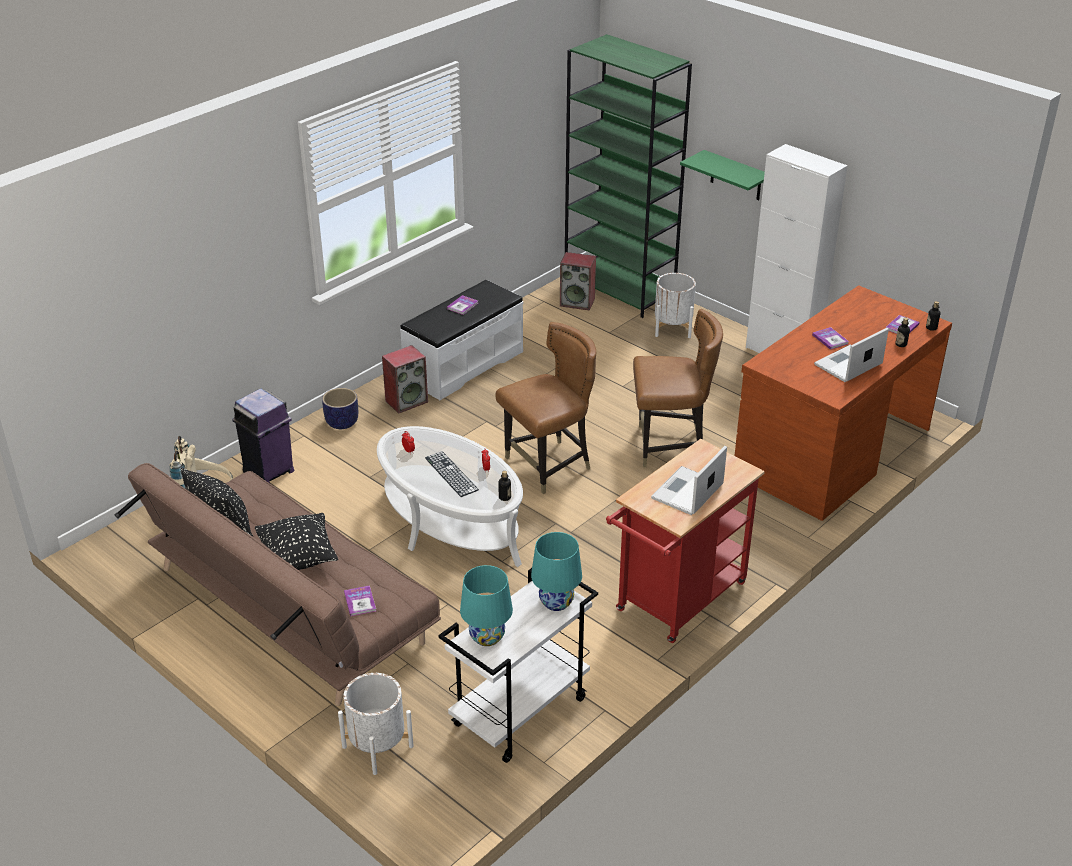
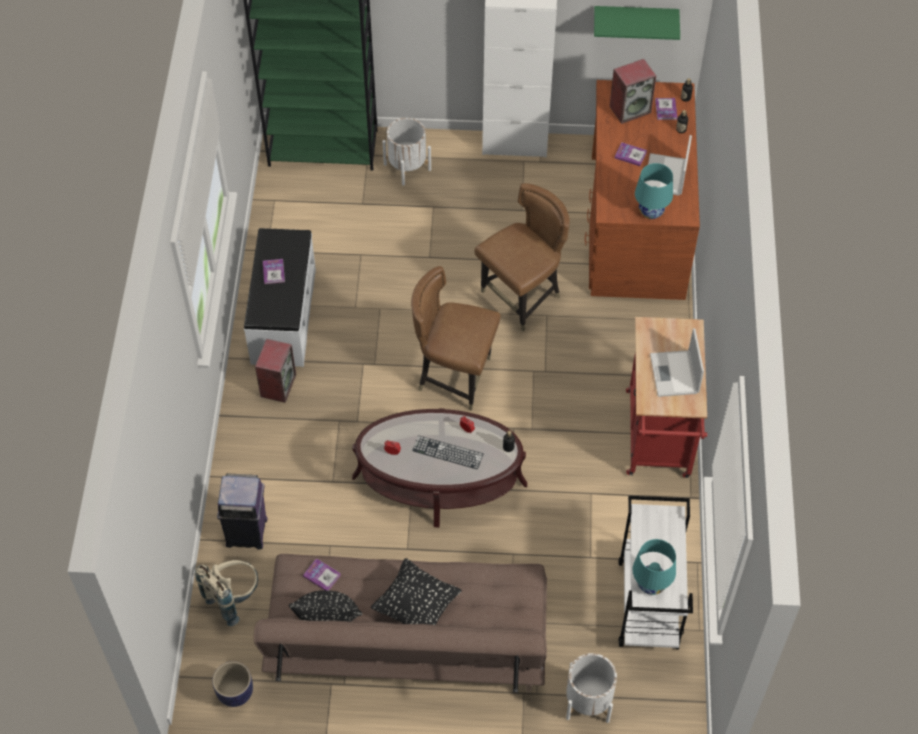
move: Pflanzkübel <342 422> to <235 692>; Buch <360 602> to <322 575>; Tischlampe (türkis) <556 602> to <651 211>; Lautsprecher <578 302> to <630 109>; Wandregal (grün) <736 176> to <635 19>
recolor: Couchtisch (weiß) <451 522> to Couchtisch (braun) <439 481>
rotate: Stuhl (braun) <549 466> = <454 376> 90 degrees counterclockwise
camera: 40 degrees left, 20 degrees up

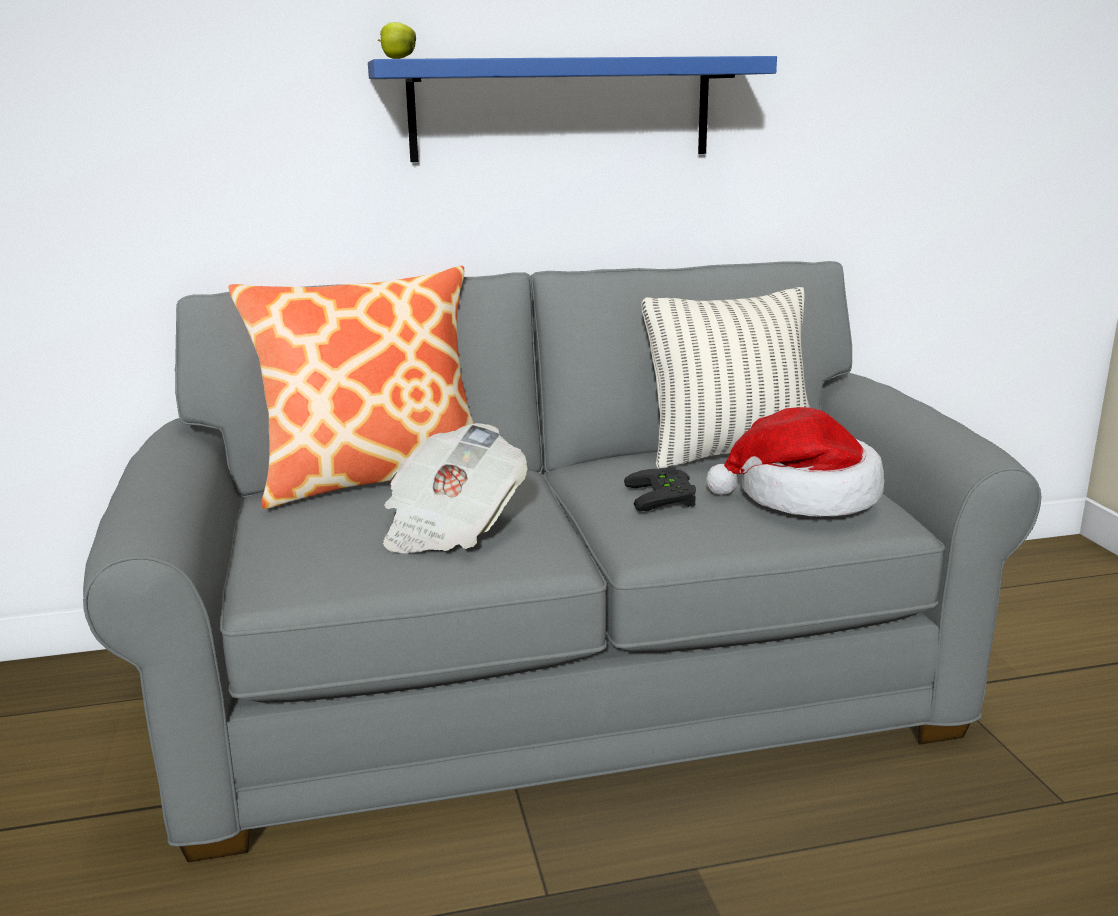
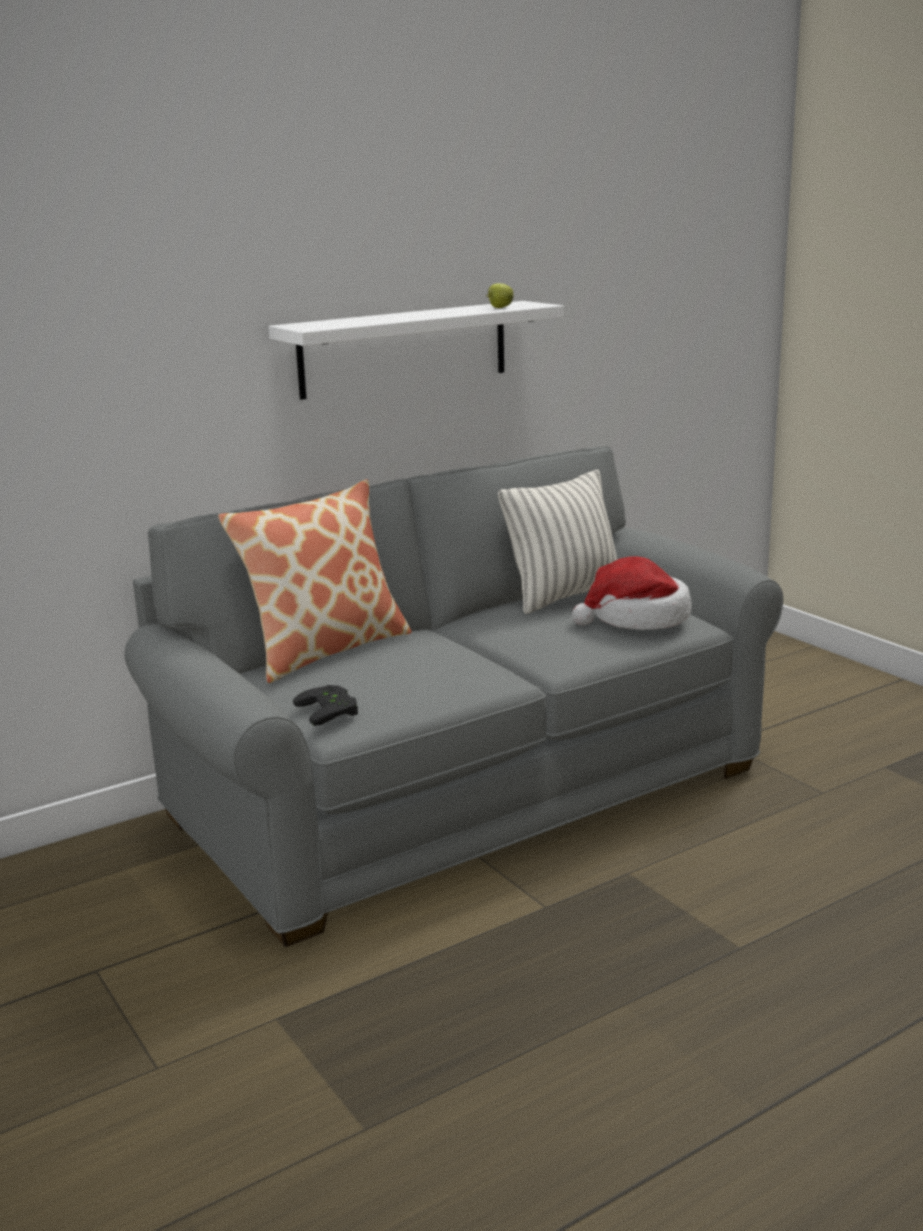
delete: Zeitung <450 527>
move: Apfel <397 58> to <499 308>; Gamepad (schwarz) <666 496> to <331 709>
recolor: Wandregal (blau) <561 109> to Wandregal (weiß) <404 349>
camera: 20 degrees left, 0 degrees up

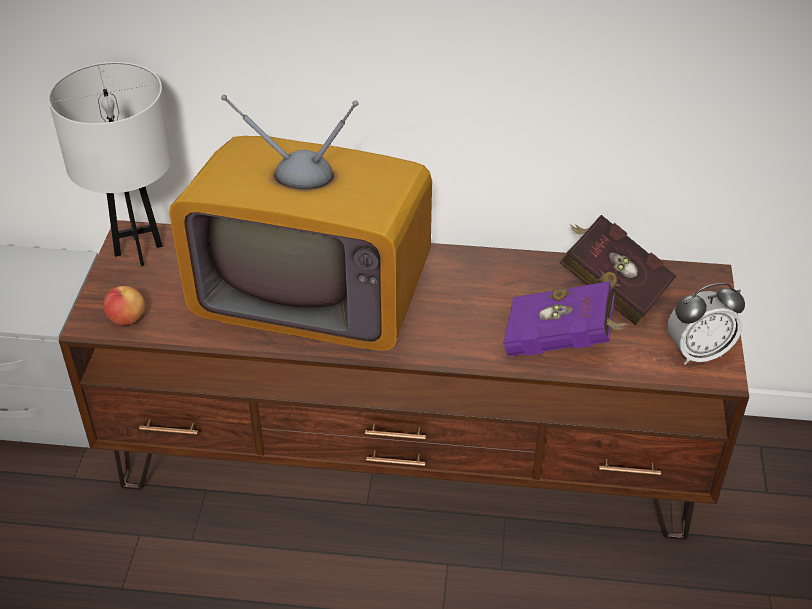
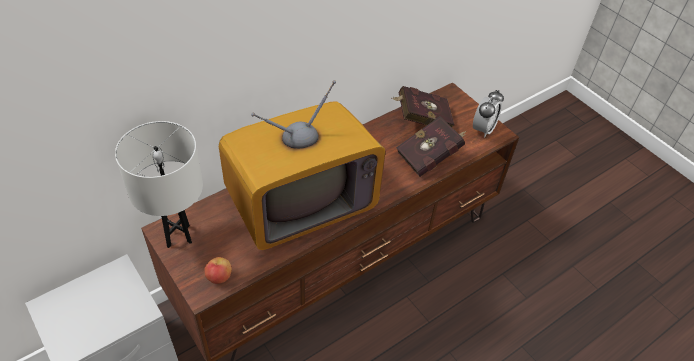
recolor: Buch (lila) <562 342> to Buch (rot) <430 157>
camera: 45 degrees left, 5 degrees up

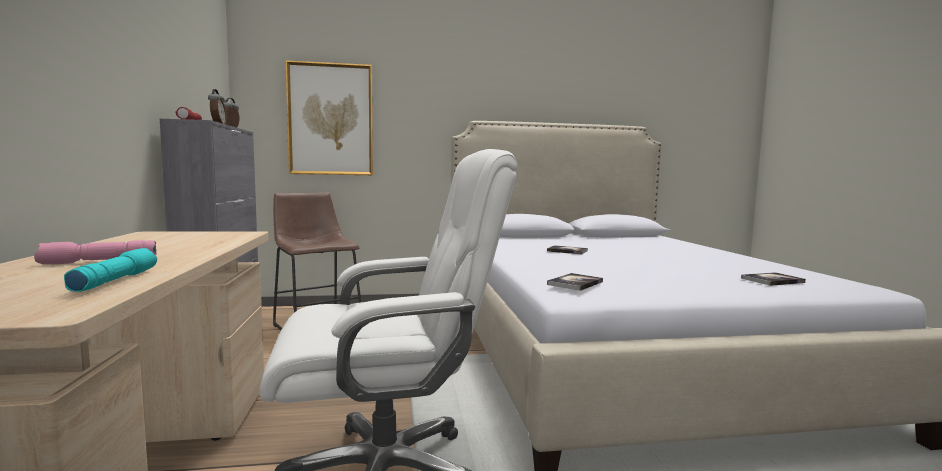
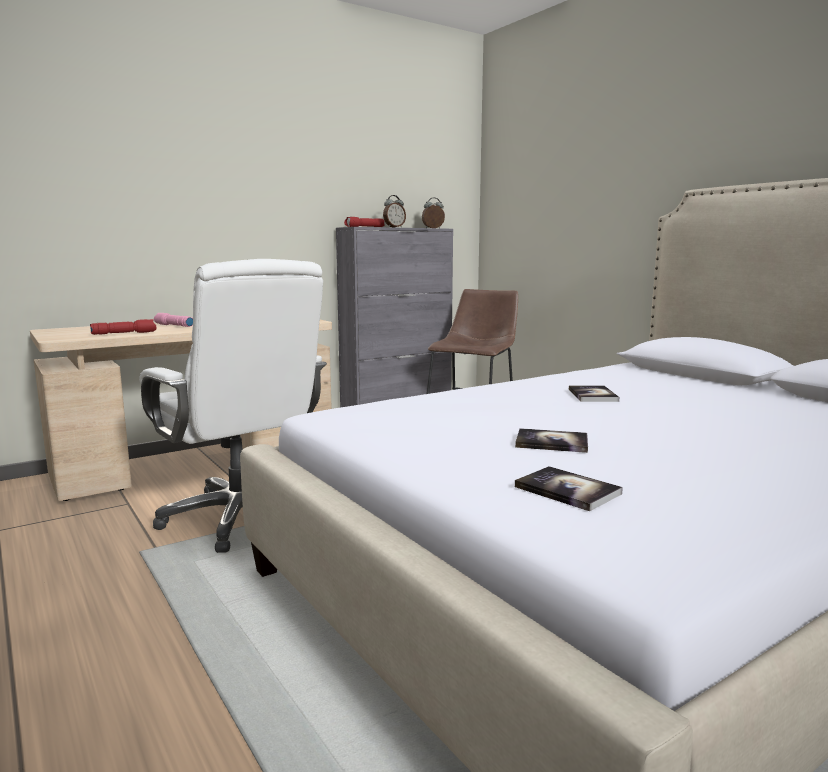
delete: Bild <330 120>
move: Buch <575 283> to <551 442>
recolor: Taschenlampe (türkis) <114 280> to Taschenlampe (rot) <124 333>
camera: 65 degrees right, 5 degrees up

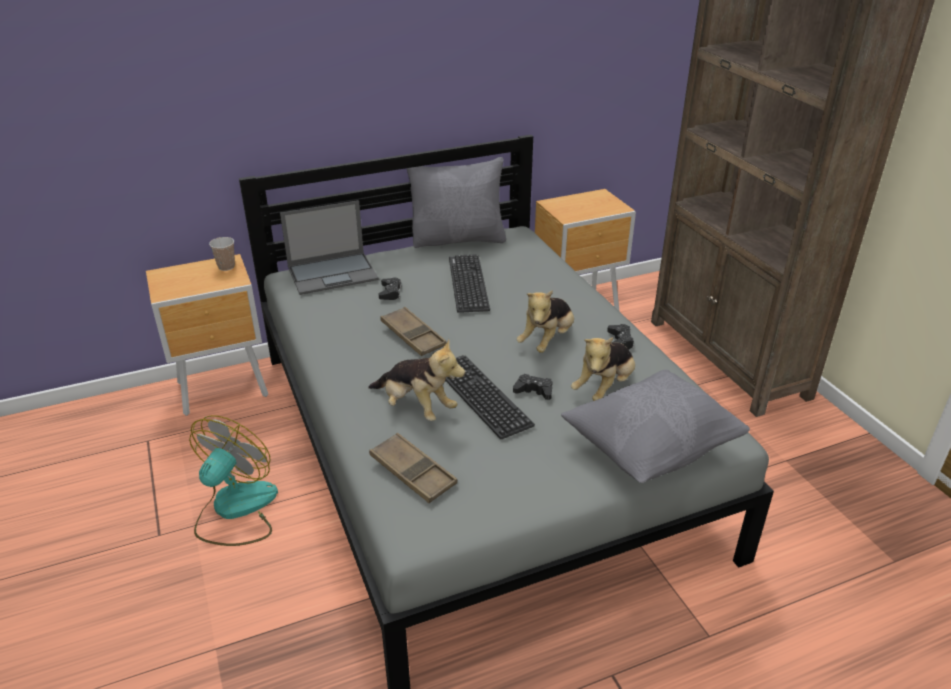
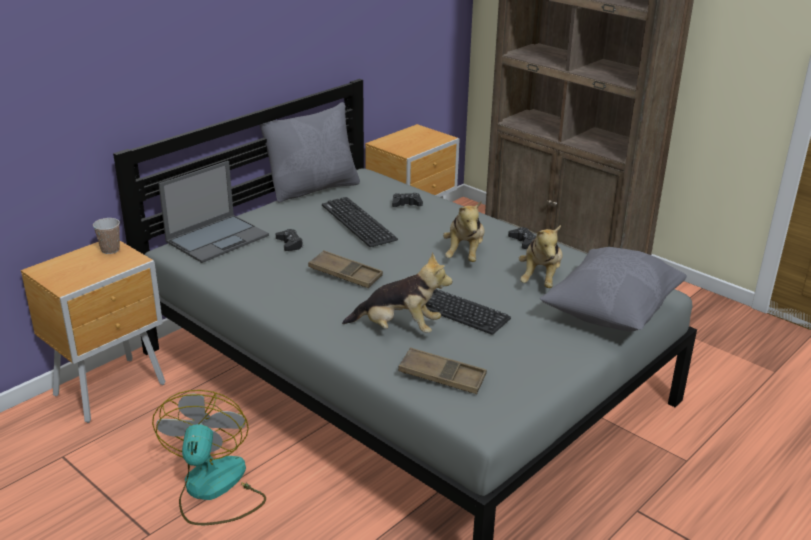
move: Gamepad (schwarz) <534 391> to <406 204>
camera: 25 degrees left, 5 degrees down

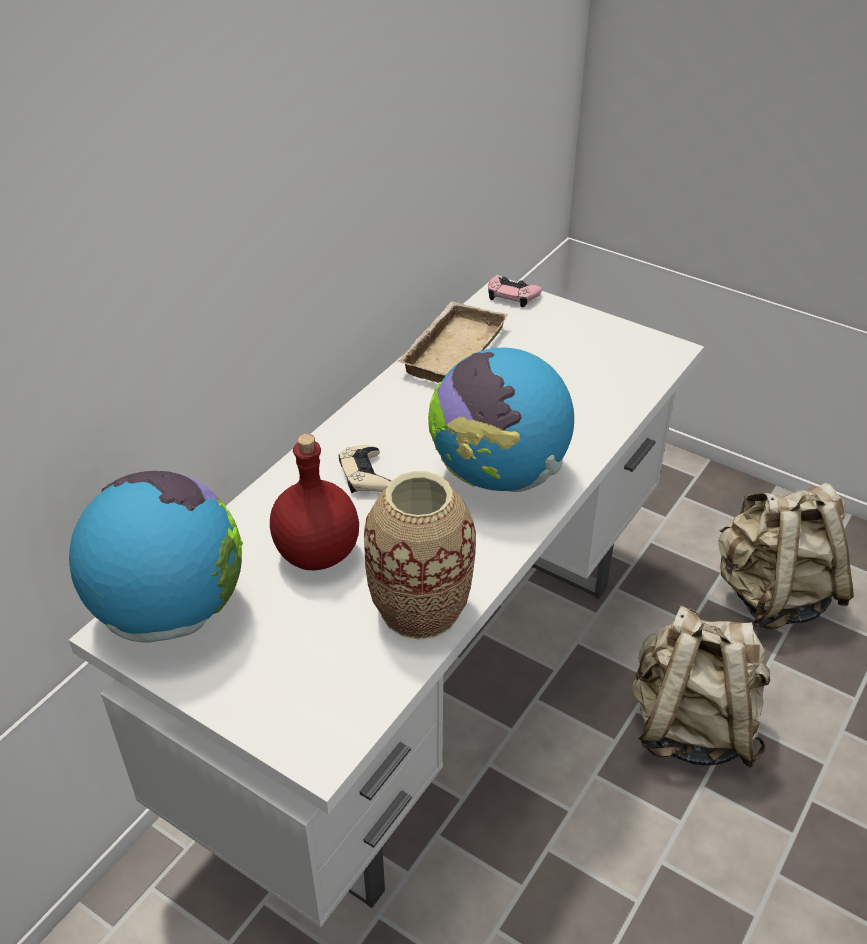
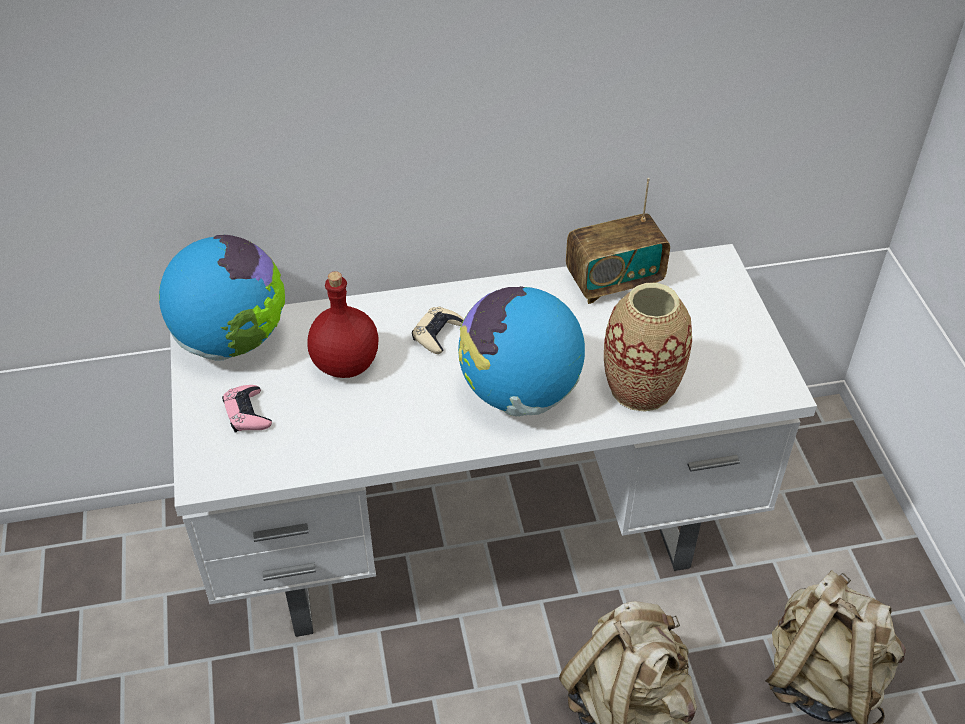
move: Vase <420 609> to <640 388>; Gamepad (rosa) <512 295> to <247 413>
replace: Tablett (beige) <451 349> to Radio <614 282>
camera: 45 degrees right, 5 degrees up

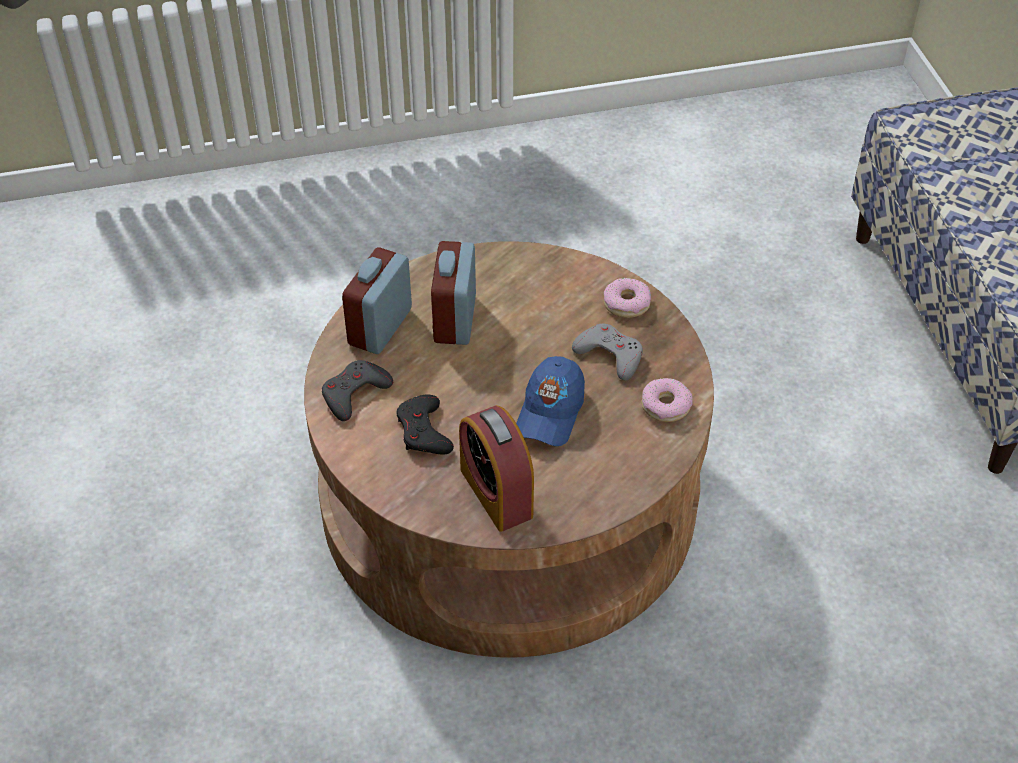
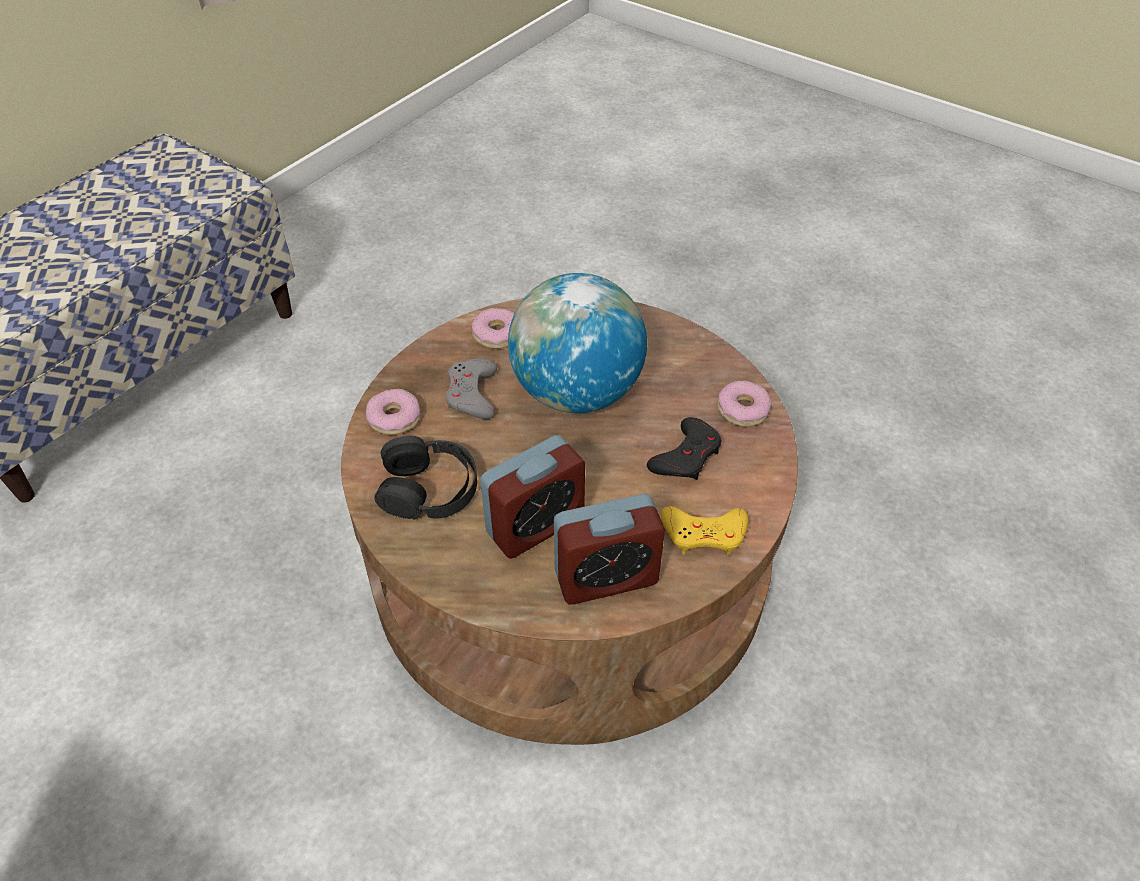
delete: Wecker <496 493>
insert: Kopfhörer (schwarz) <429 488>; Donut <742 409>
replace: Kappe (blau) <550 412> to Globus <576 393>
recolor: Gamepad (grau) <354 393> to Gamepad (gelb) <704 534>
camera: 130 degrees left, 0 degrees up

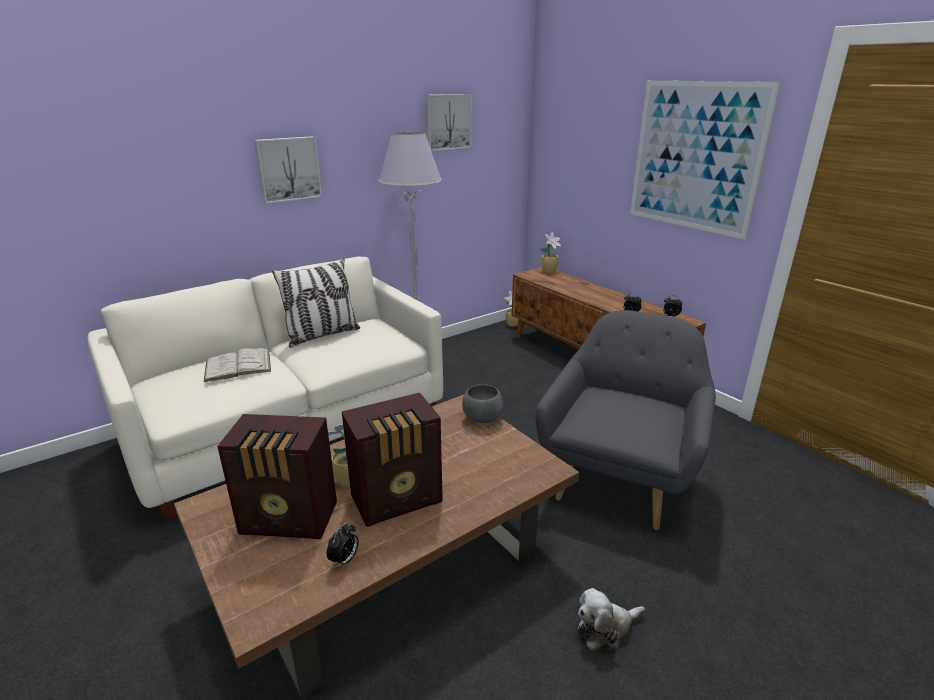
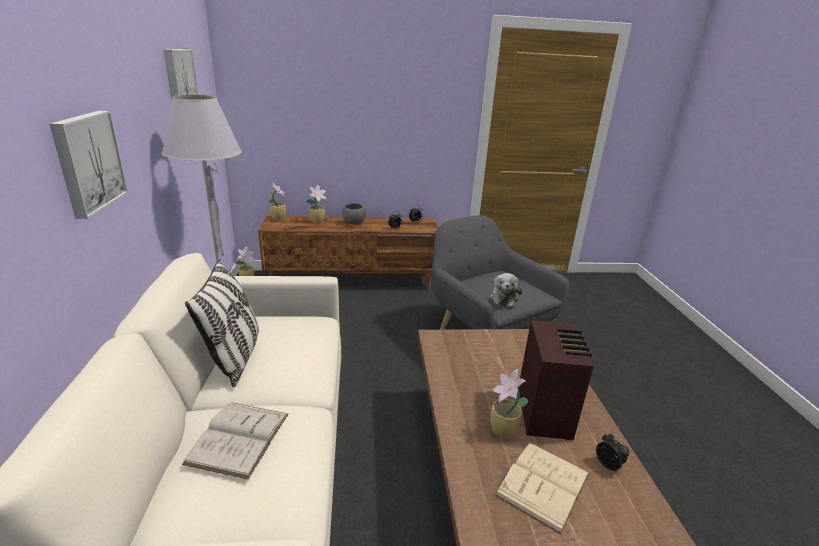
delete: Bild <695 157>
insert: Topfpflanze <318 221>
move: Schüssel (grau) <482 418> to <353 223>; Plüschtier <606 629> to <503 297>
replace: Radio <290 520> to Buch (beige) <543 484>
camera: 60 degrees left, 0 degrees up

